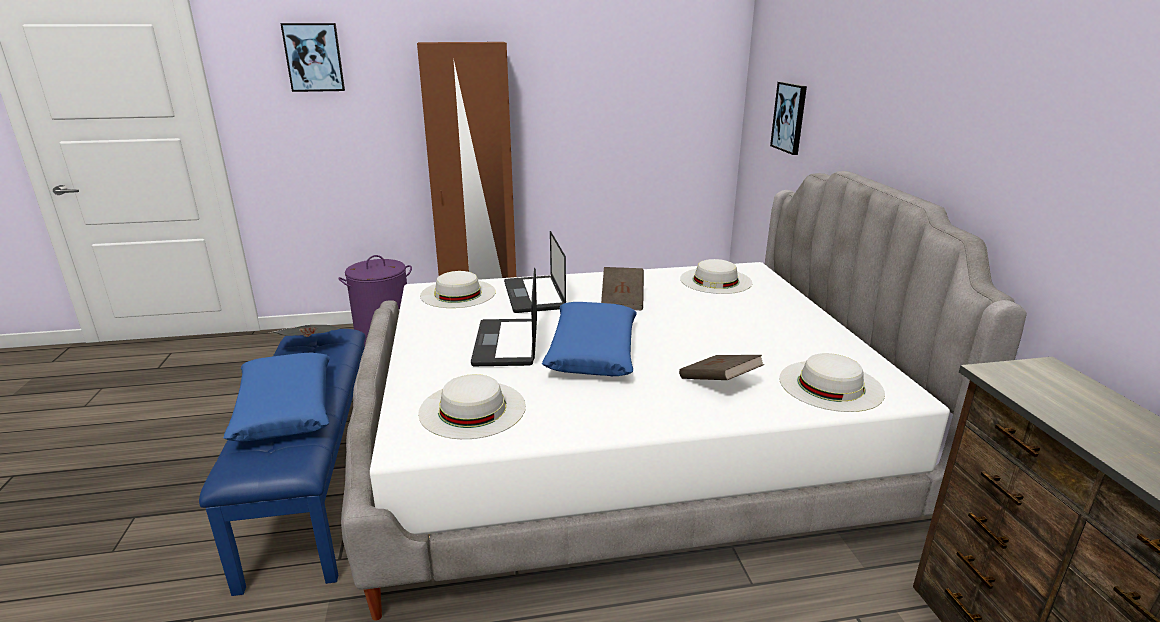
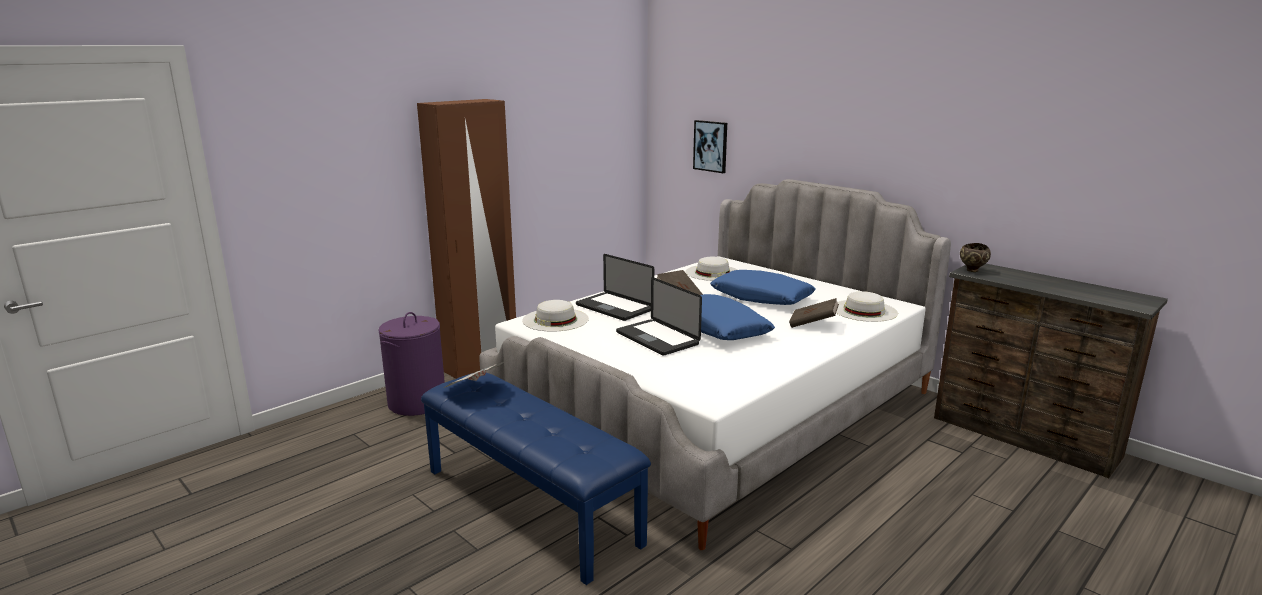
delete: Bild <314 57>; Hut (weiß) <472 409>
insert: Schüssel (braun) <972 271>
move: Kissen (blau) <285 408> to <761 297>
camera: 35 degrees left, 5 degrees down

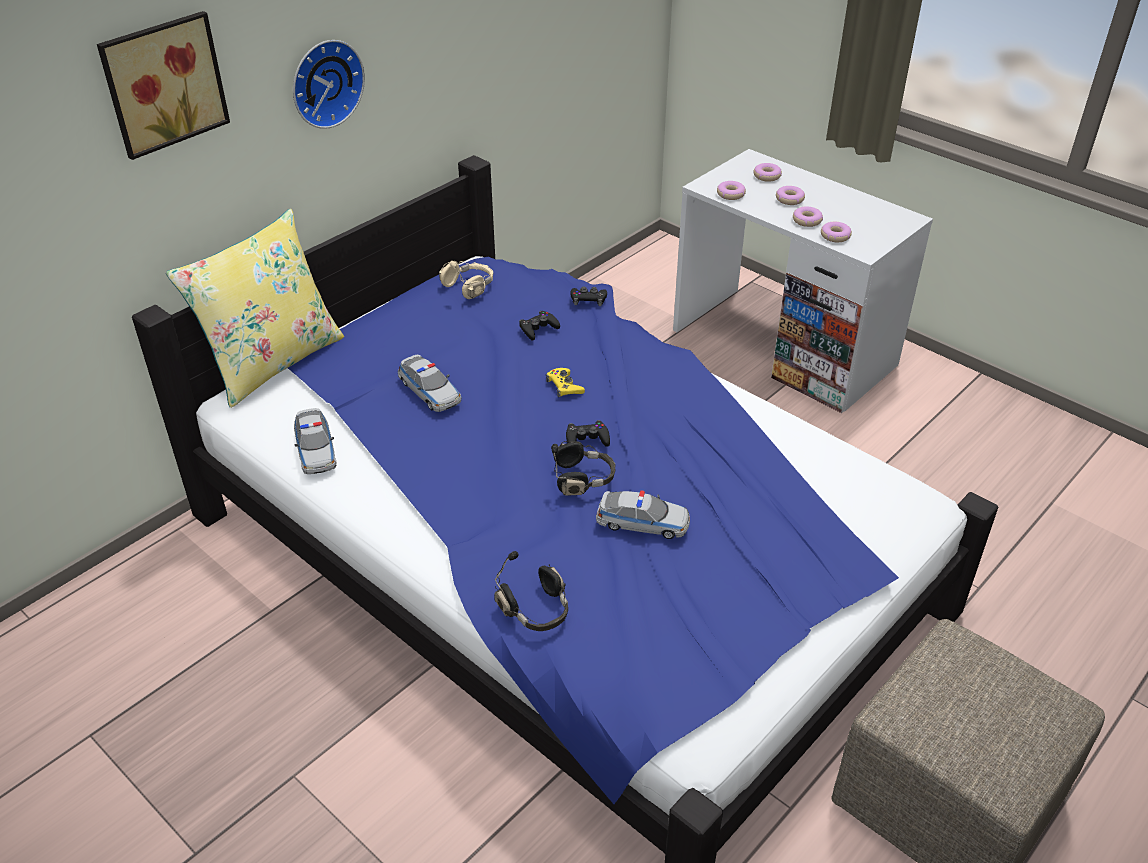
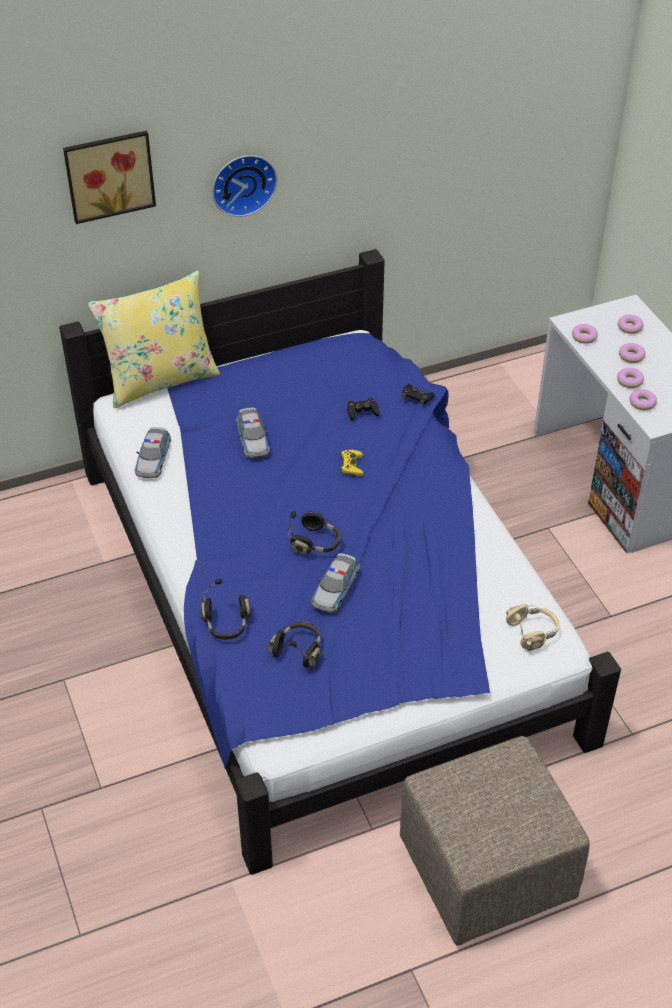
delete: Gamepad (schwarz) <587 439>
insert: Kopfhörer (schwarz) <298 650>
move: Kopfhörer (beige) <469 287> to <532 632>
rotate: Spielzeugauto <642 522> = <335 589> 75 degrees clockwise
camera: 25 degrees right, 5 degrees up

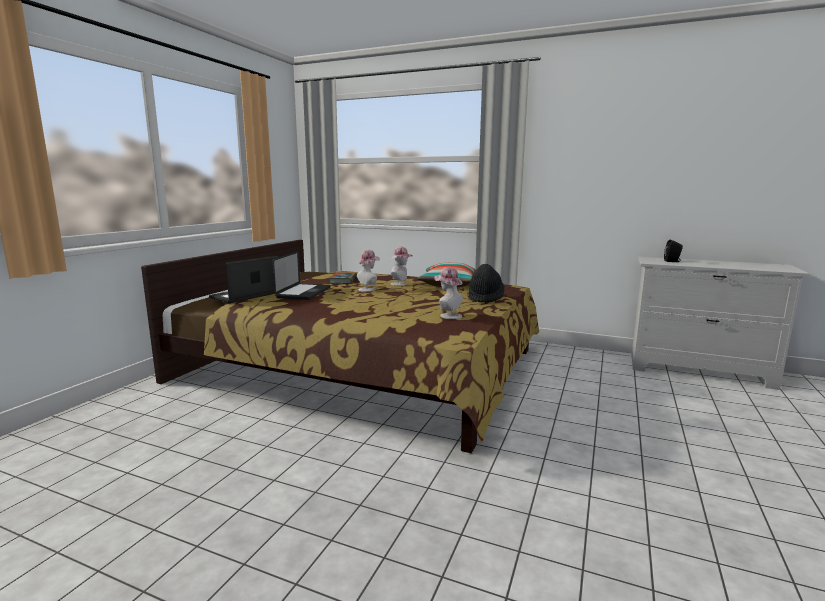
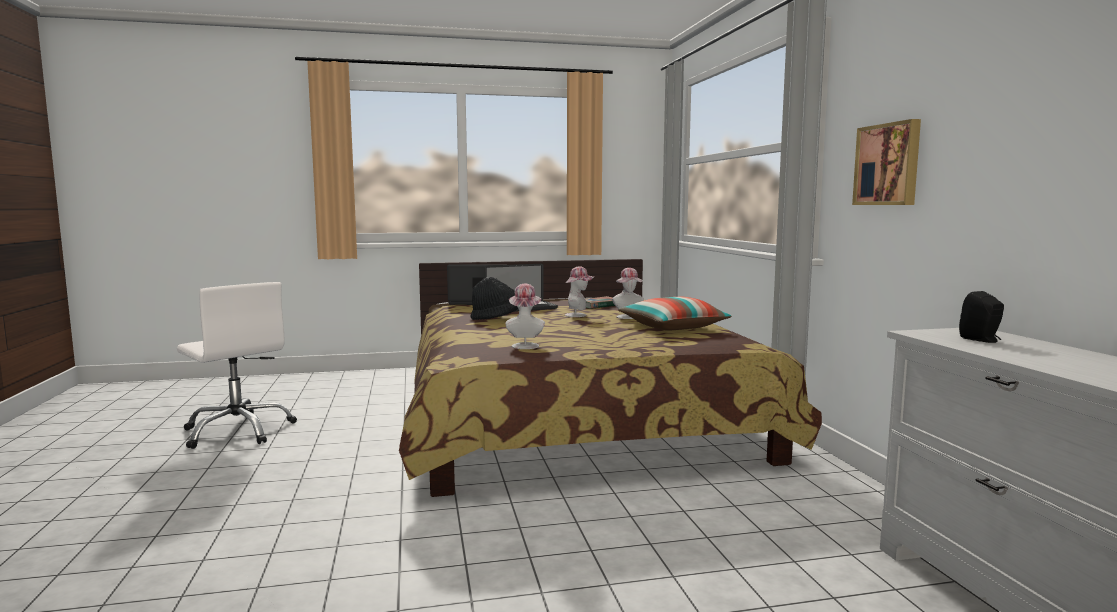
insert: Bürostuhl (weiß) <239 431>; Bild <888 164>
move: Hut (schwarz) <485 298> to <497 318>
camera: 55 degrees right, 5 degrees down

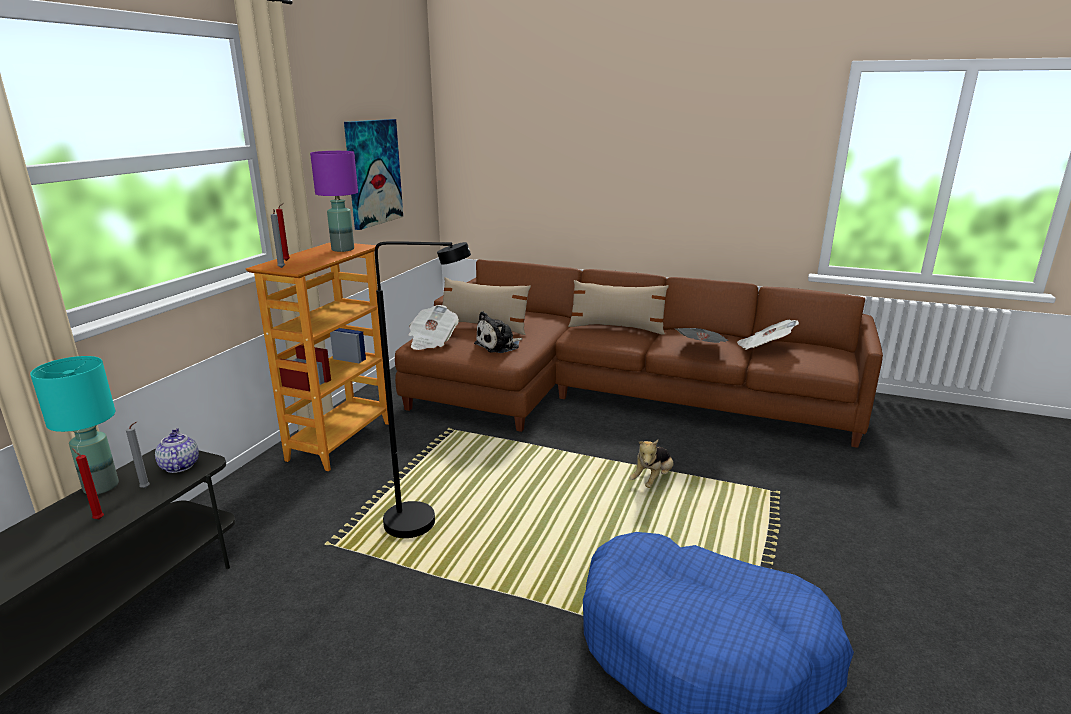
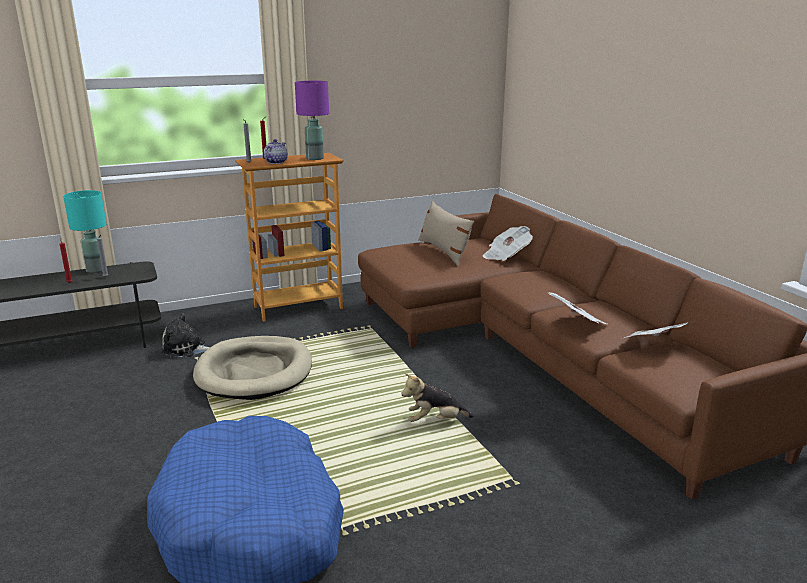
delete: Bild <373 172>; Kissen (beige) <616 328>
move: Teekanne <179 466> to <276 162>; Zeitung <432 341> to <506 256>; Plüschtier <499 346> to <186 349>
replace: Stehlampe (schwarz) <424 522> to Hundebett (beige) <254 372>
camera: 45 degrees right, 0 degrees up

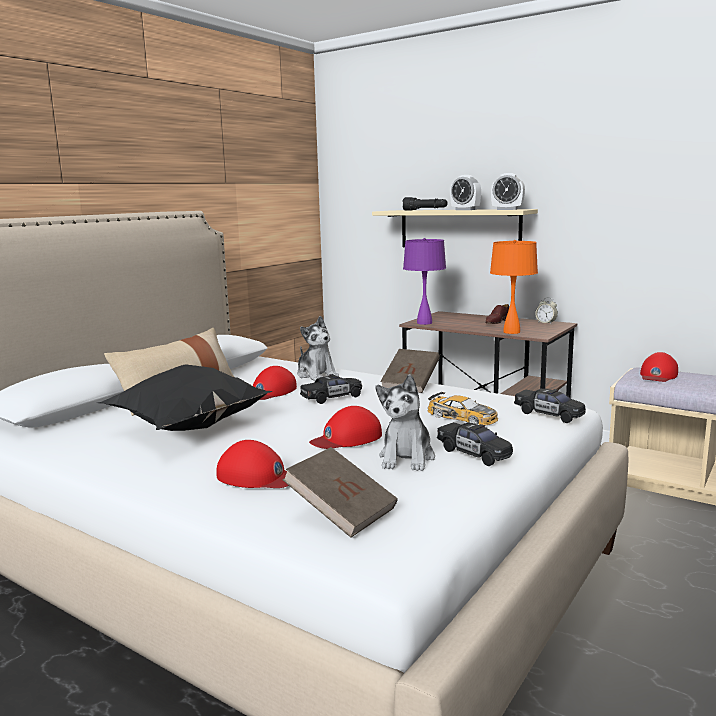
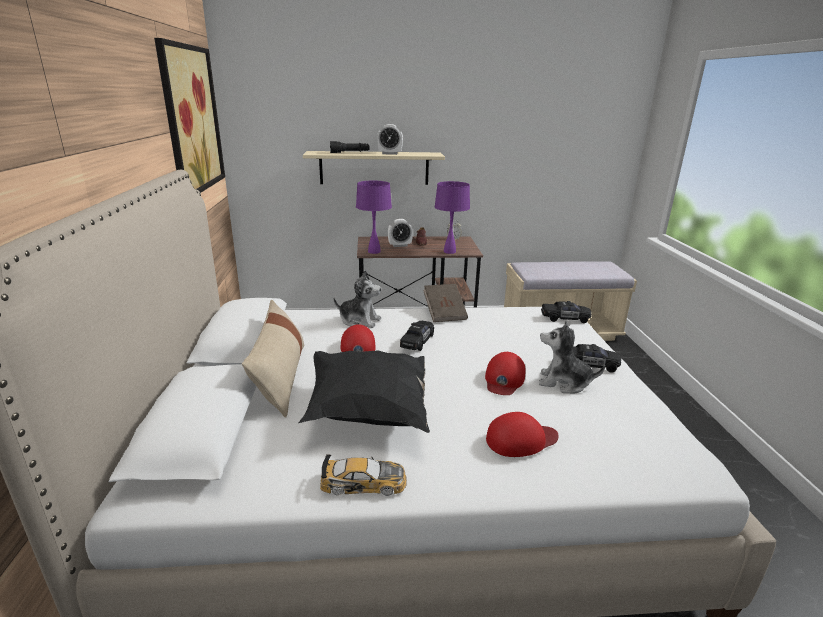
delete: Buch (braun) <341 512>; Kappe (rot) <658 375>
insert: Bild <191 119>
move: Spielzeugauto <463 417> to <364 482>; Wecker <507 209> to <400 245>
recolor: Tischlampe (orange) <512 332> to Tischlampe (lila) <449 251>
rotate: Plüschtier <407 458> = <564 382> 135 degrees clockwise
camera: 40 degrees left, 10 degrees up

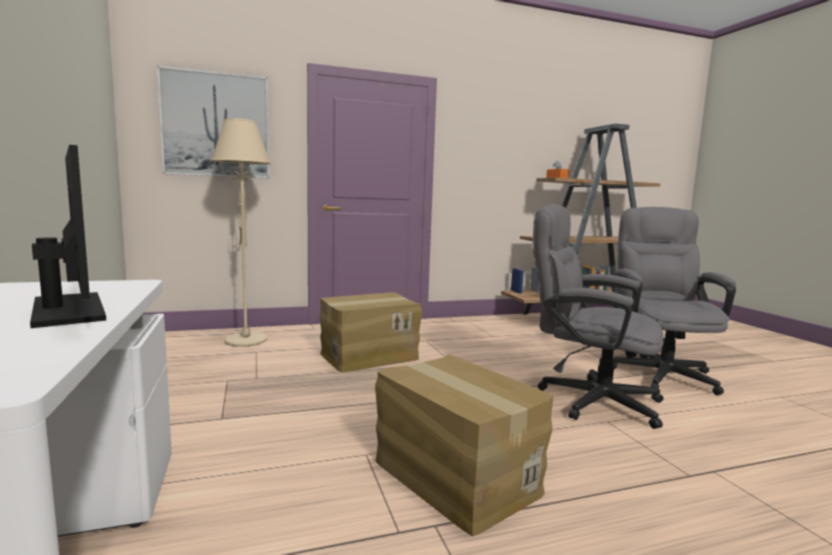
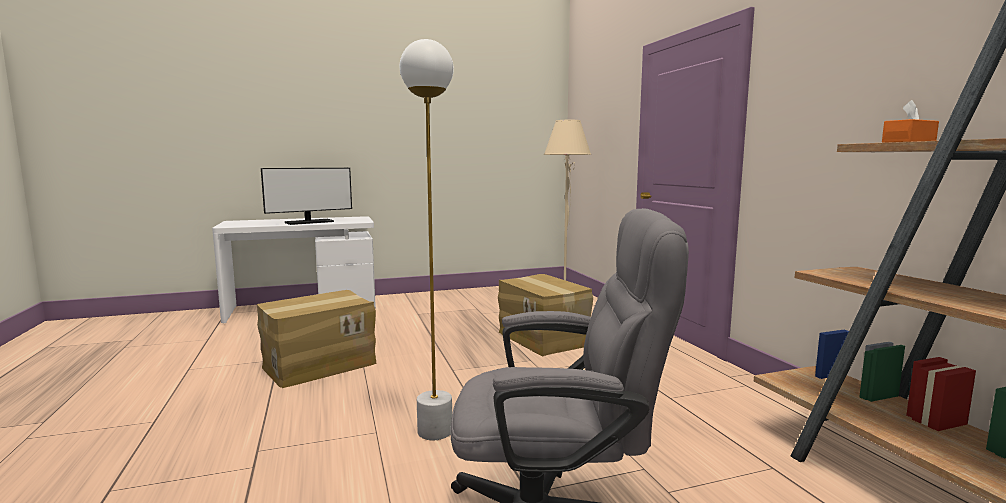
delete: Bild <216 125>
replace: Bürostuhl (grau) <587 399> to Stehlampe (weiß) <435 431>
camera: 90 degrees right, 0 degrees up

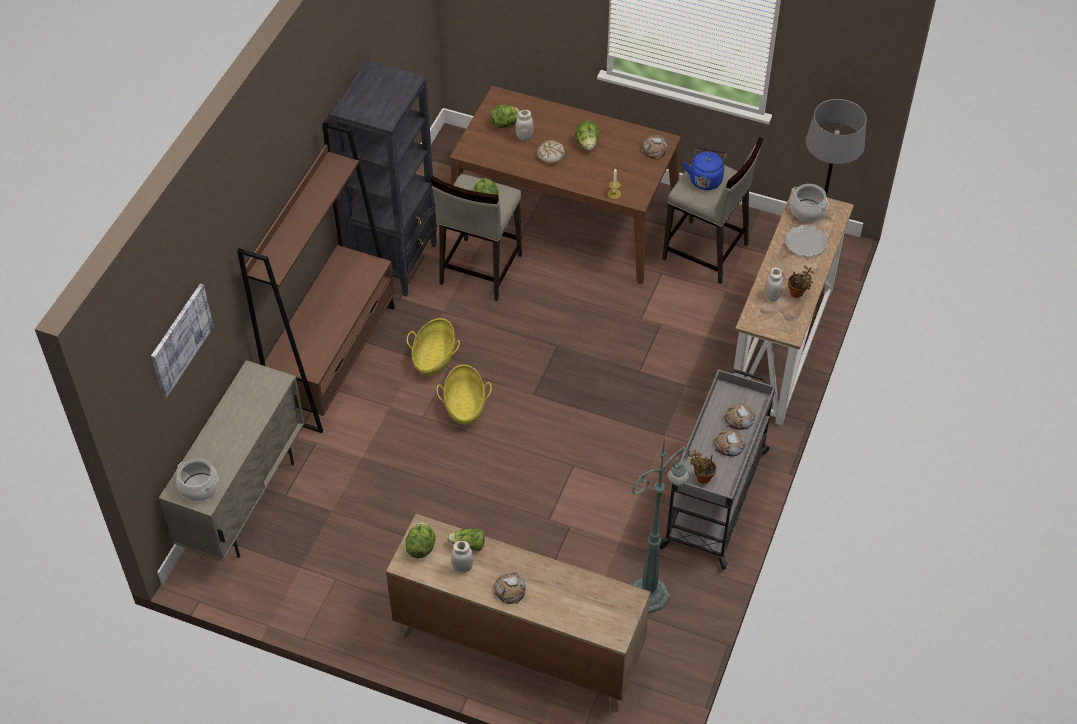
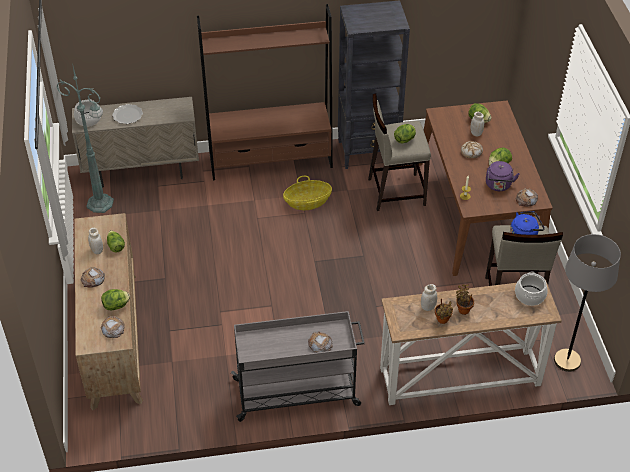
delete: Bild <180 339>; Korb <465 405>
insert: Wasserkessel (lila) <498 186>
move: Salatkopf <421 547> to <116 306>; Stehlampe (grün) <650 594> to <101 204>; Topfpflanze <701 477> to <463 309>; Brot <729 445> to <113 328>; Teller <805 243> to <127 115>
camera: 60 degrees right, 5 degrees down

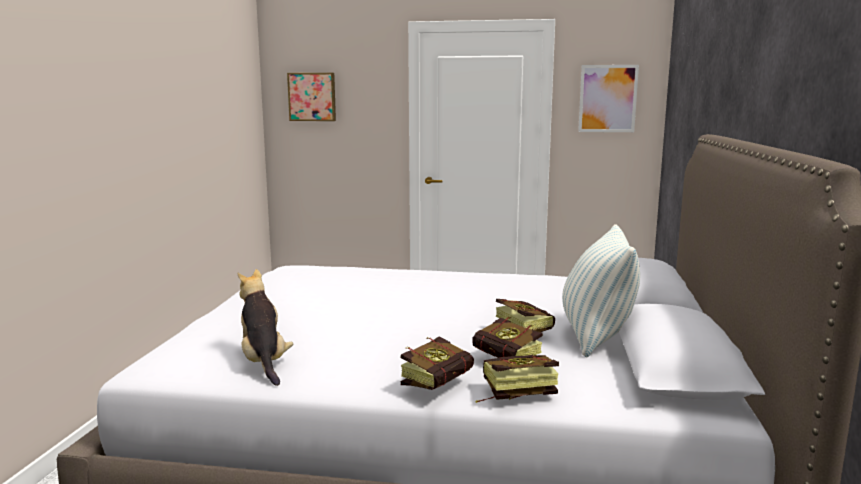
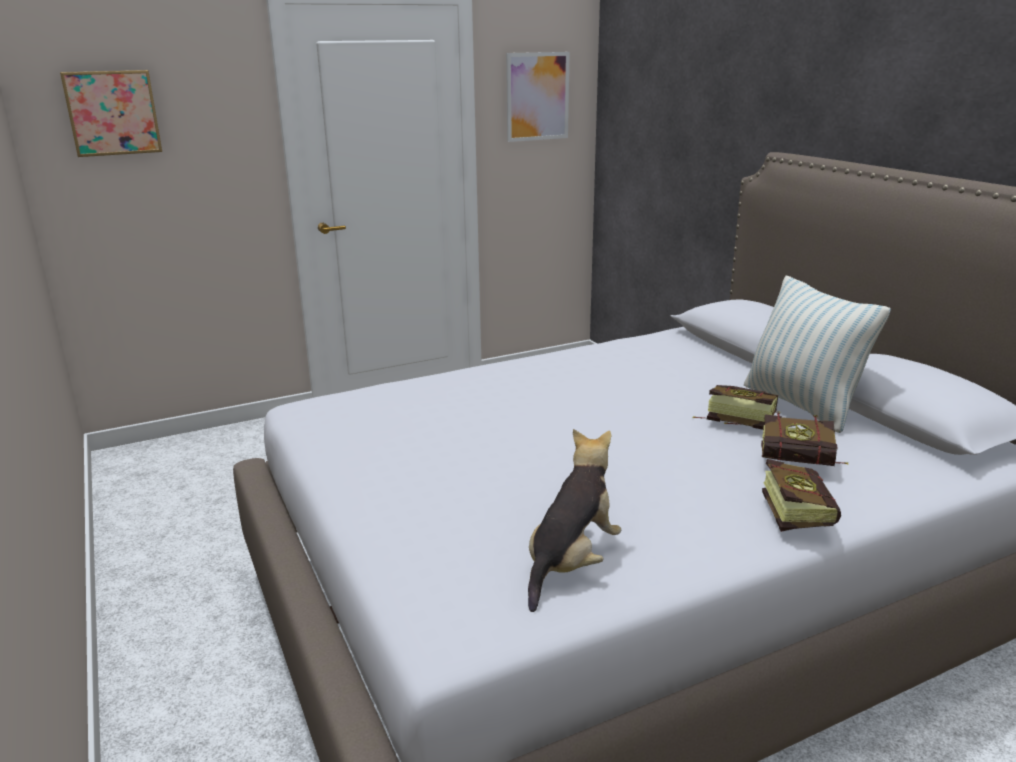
delete: Buch <511 393>
rotate: Plüschtier <264 361> = <571 562> 90 degrees clockwise
camera: 35 degrees left, 10 degrees up

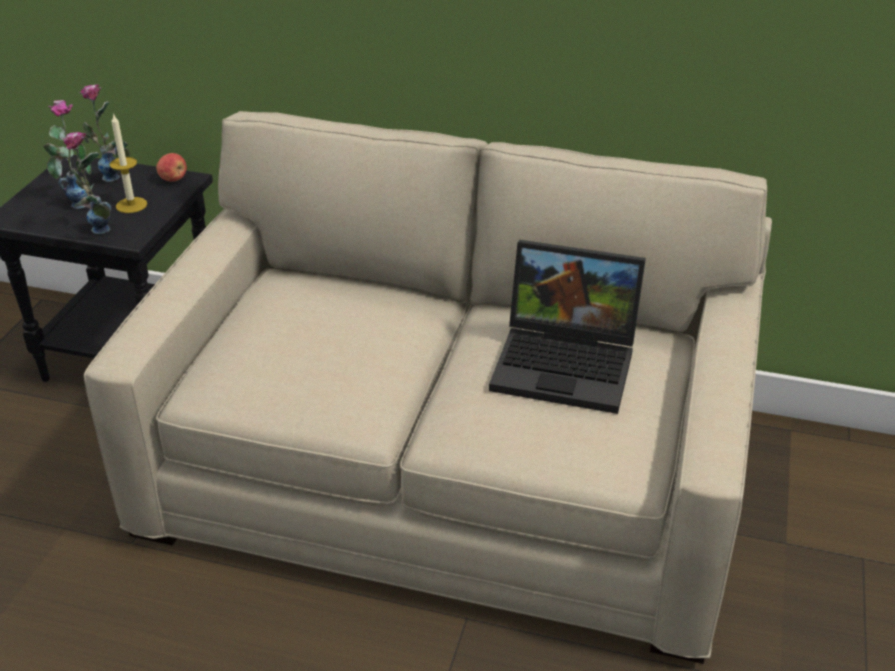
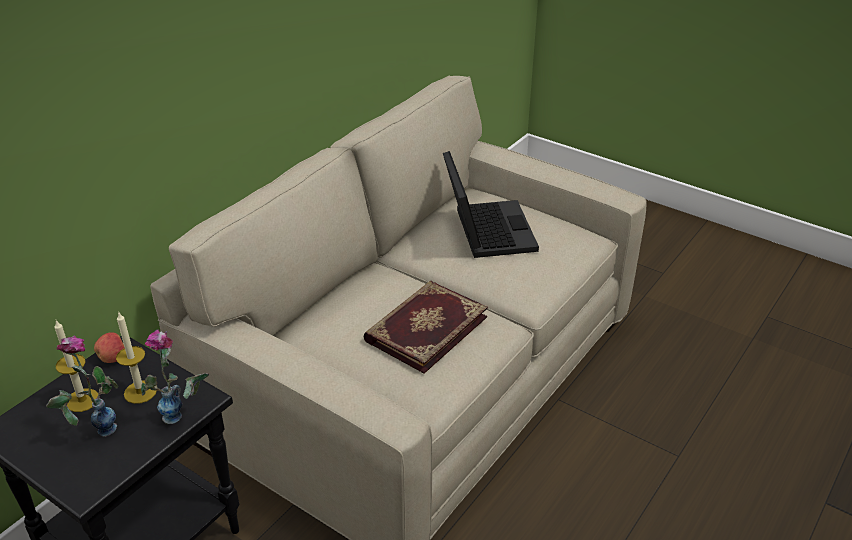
insert: Buch <425 328>
replace: Vase <114 183> to Kerze <82 400>
rotate: Laptop <568 363> = <485 229> 45 degrees counterclockwise
camera: 70 degrees left, 0 degrees up

